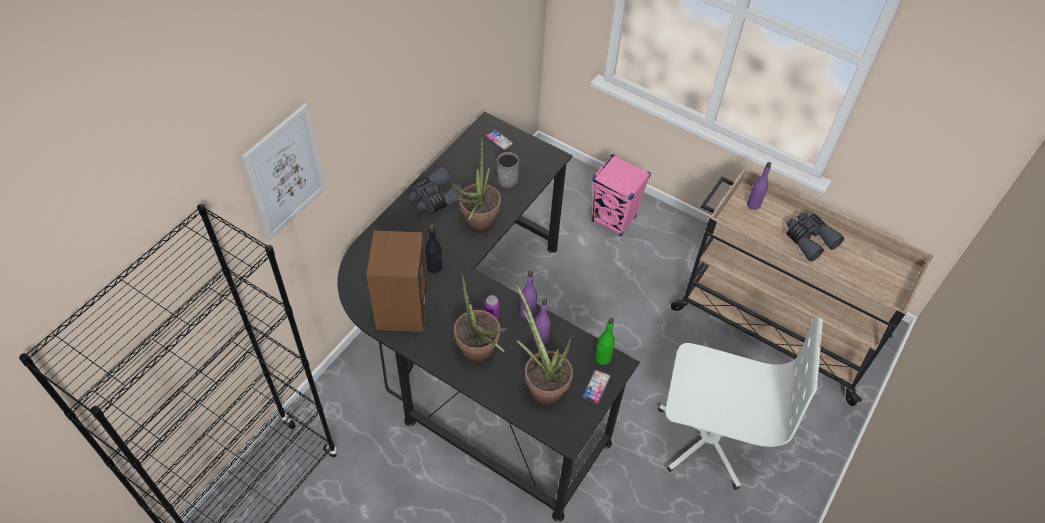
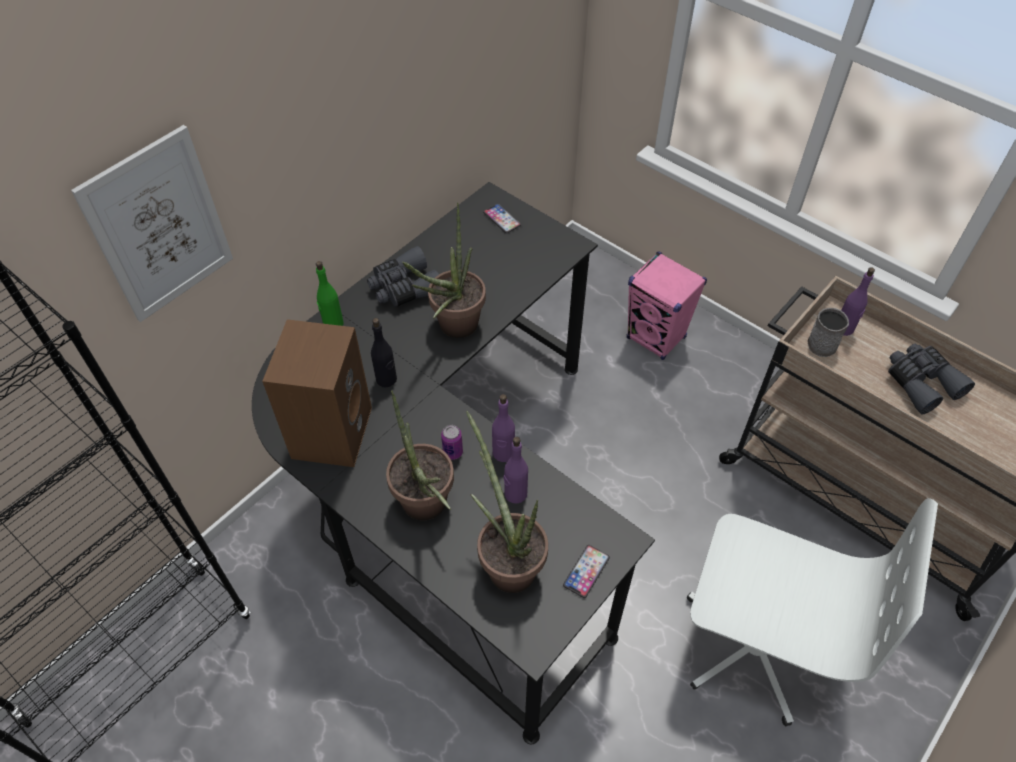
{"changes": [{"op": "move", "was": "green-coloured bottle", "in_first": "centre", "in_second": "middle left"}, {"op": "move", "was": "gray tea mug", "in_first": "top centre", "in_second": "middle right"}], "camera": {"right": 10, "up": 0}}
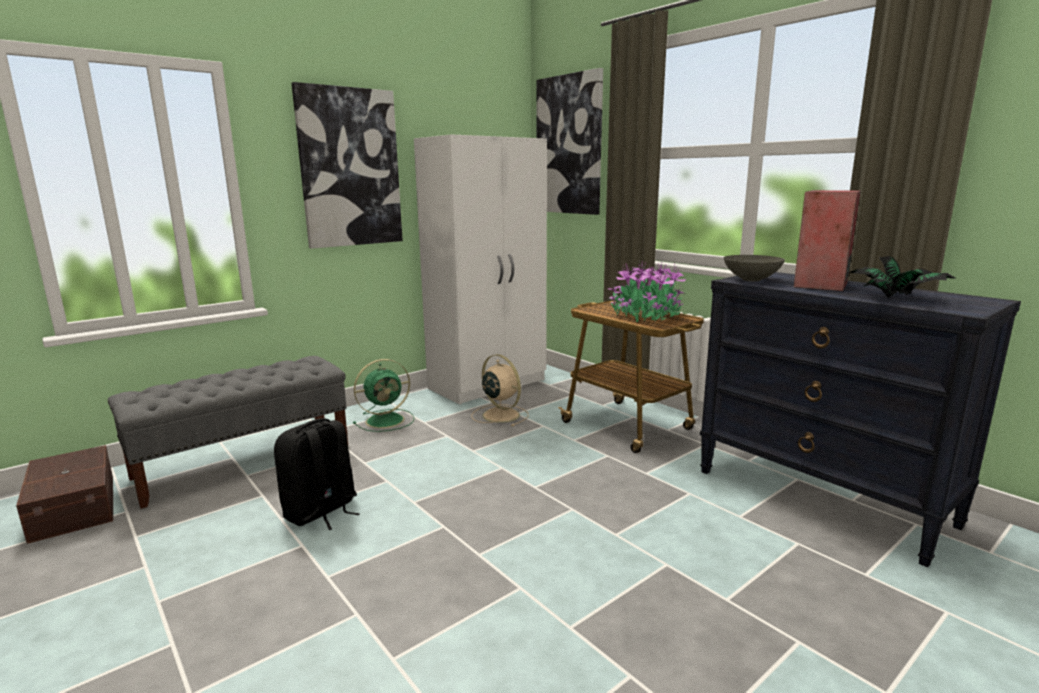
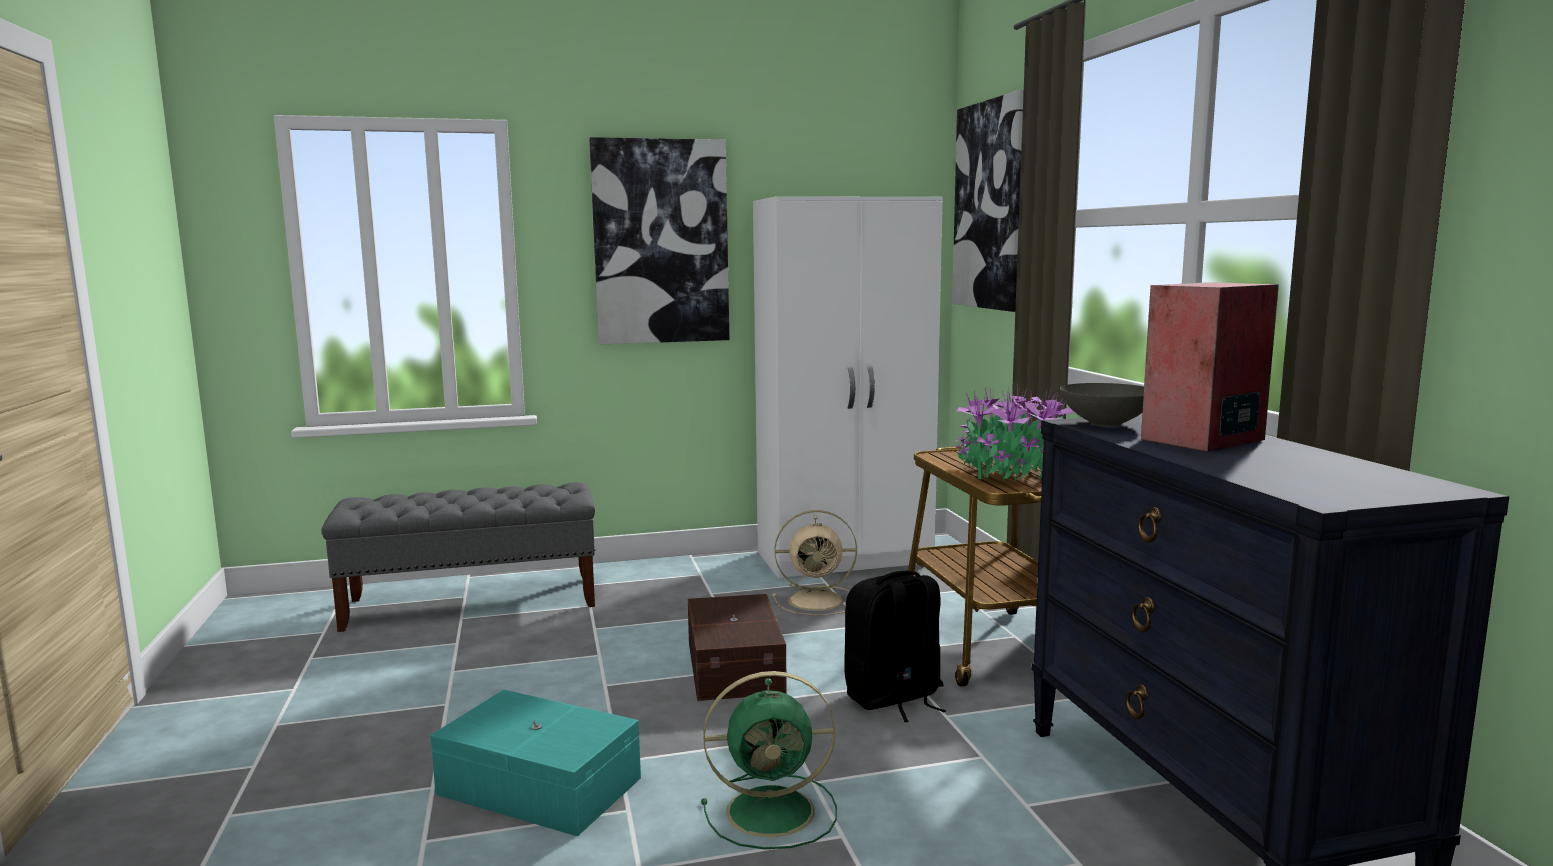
{"changes": [{"op": "insert", "now": "blue-green storage bin", "in_second": "bottom centre"}, {"op": "move", "was": "brown storage bin", "in_first": "bottom left", "in_second": "bottom centre"}, {"op": "move", "was": "green-coloured cooling fan", "in_first": "centre", "in_second": "bottom centre"}, {"op": "rotate", "was": "beige cooling fan", "in_first": "centre", "in_second": "centre", "clockwise": 105}, {"op": "move", "was": "black-coloured knapsack", "in_first": "bottom left", "in_second": "bottom centre"}, {"op": "delete", "was": "houseplant (2nd from left)", "in_first": "middle right"}], "camera": {"right": 25, "up": -5}}
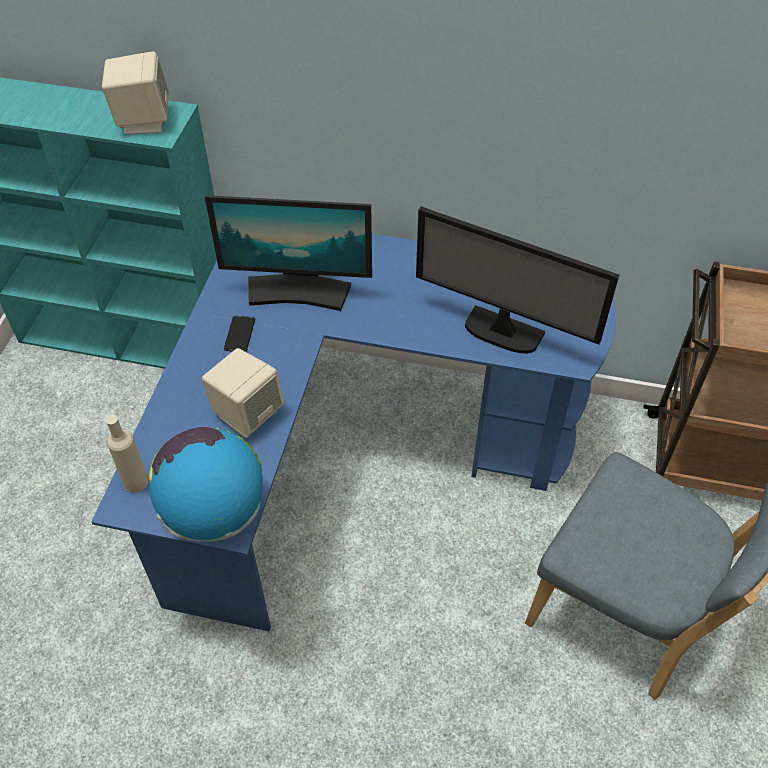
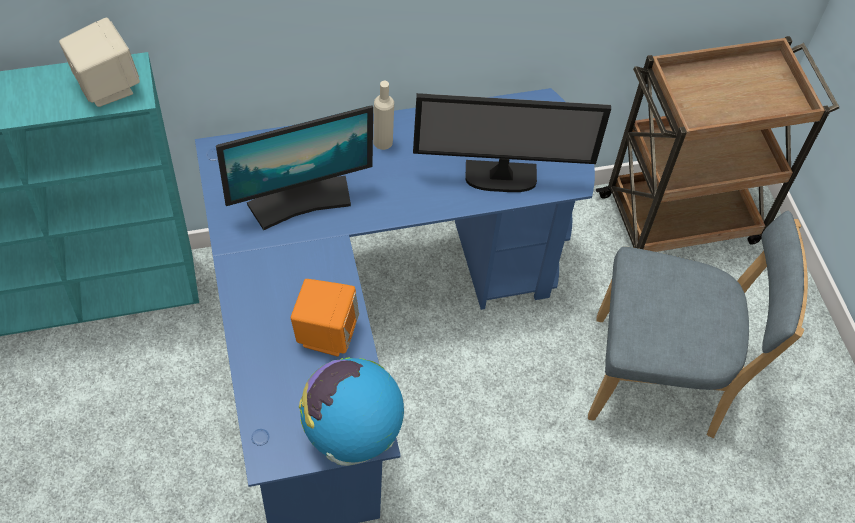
{"changes": [{"op": "recolor", "was": "beige loudspeaker (2nd from left)", "now": "orangey loudspeaker", "in_first": "middle left", "in_second": "centre"}, {"op": "move", "was": "beige bottle", "in_first": "middle left", "in_second": "top centre"}, {"op": "delete", "was": "handset", "in_first": "middle left"}], "camera": {"right": -30, "up": 5}}
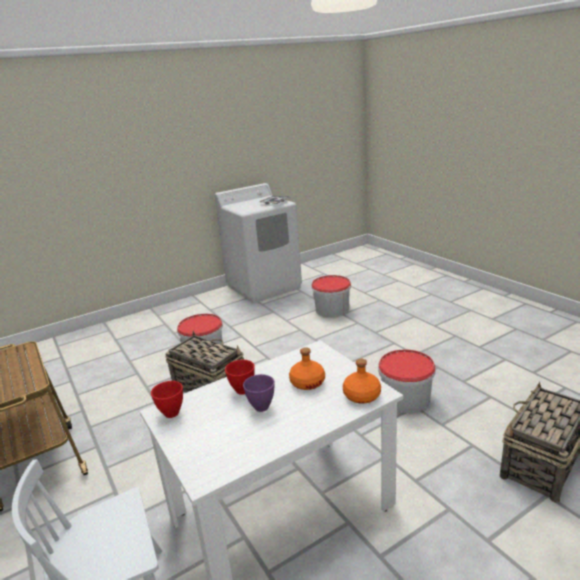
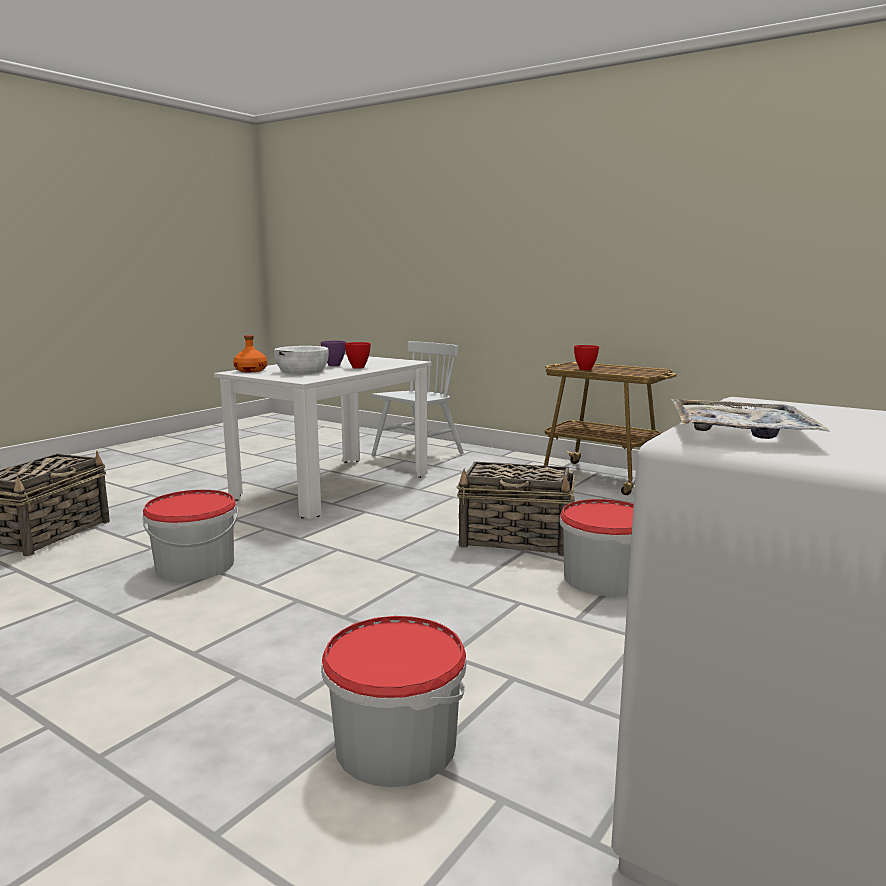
{"changes": [{"op": "replace", "was": "orangey bottle (1st from left)", "now": "whitish bowl", "in_first": "centre", "in_second": "centre"}, {"op": "move", "was": "red bowl (1st from left in the first image)", "now": "red bowl (2nd from left)", "in_first": "bottom left", "in_second": "centre"}], "camera": {"right": 155, "up": -10}}
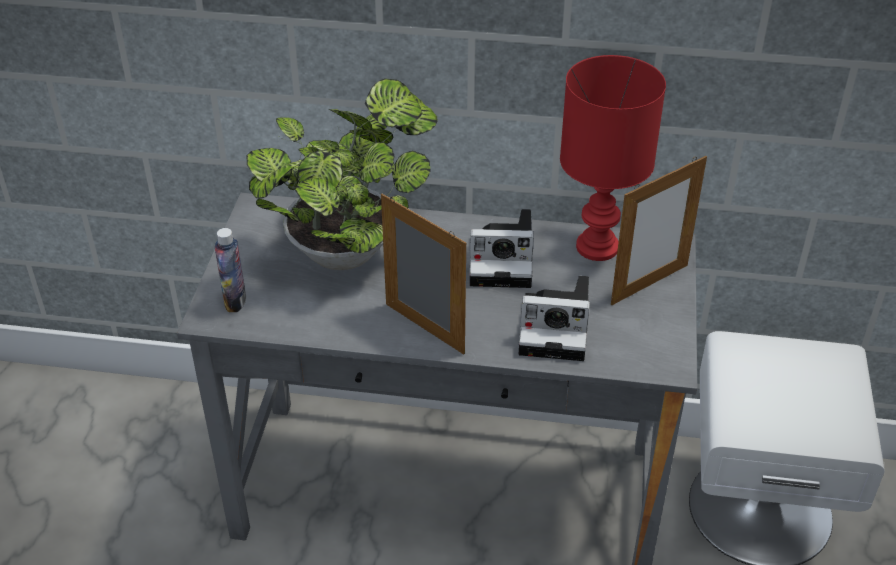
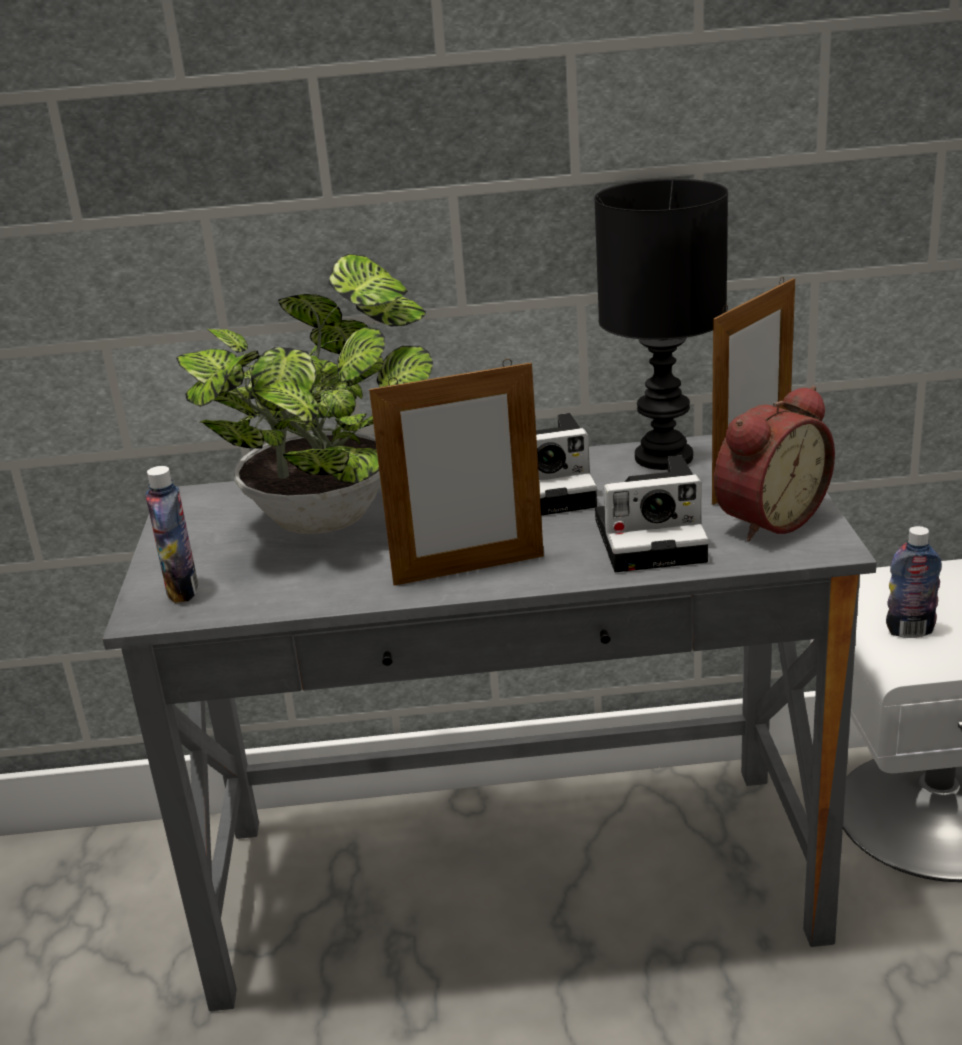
{"changes": [{"op": "rotate", "was": "photo frame (1st from left)", "in_first": "centre", "in_second": "centre", "clockwise": 135}, {"op": "recolor", "was": "red lamp for a table", "now": "black-coloured lamp for a table", "in_first": "top right", "in_second": "top right"}, {"op": "insert", "now": "table clock", "in_second": "middle right"}, {"op": "insert", "now": "bottle (2nd from left)", "in_second": "middle right"}], "camera": {"right": -10, "up": -15}}
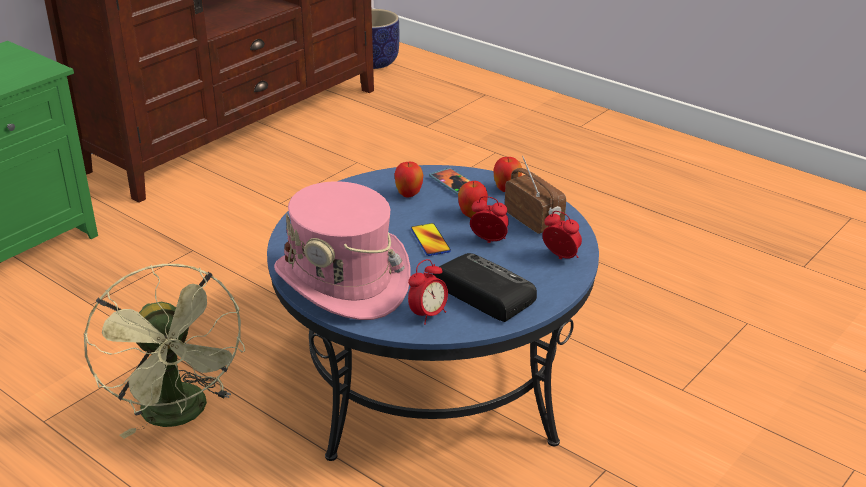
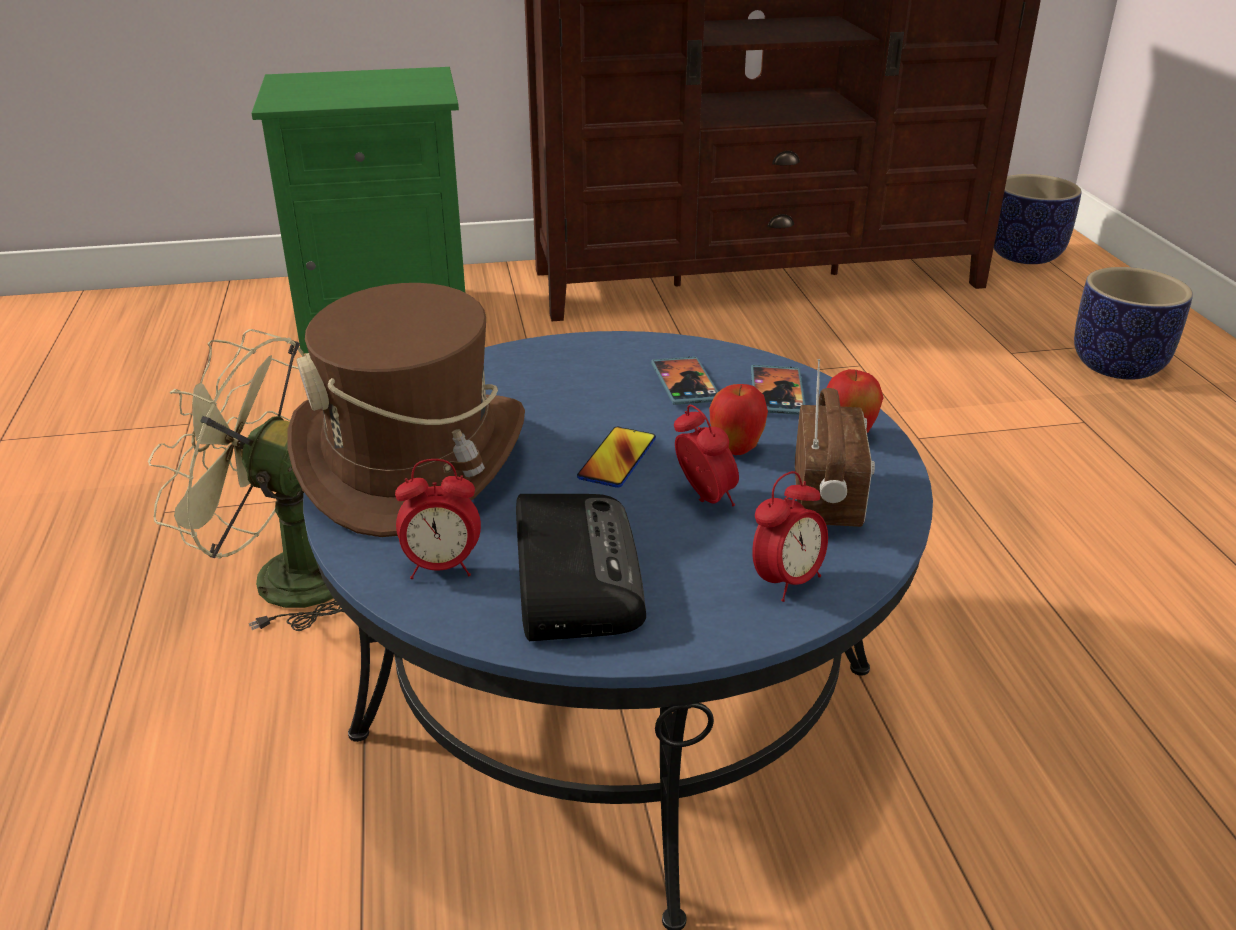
{"changes": [{"op": "rotate", "was": "green-coloured cooling fan", "in_first": "bottom left", "in_second": "middle left", "clockwise": 90}, {"op": "recolor", "was": "pinkish clothing hat", "now": "brown clothing hat", "in_first": "centre", "in_second": "middle left"}, {"op": "replace", "was": "whole apple (1st from left)", "now": "handset (2nd from left)", "in_first": "centre", "in_second": "centre"}, {"op": "rotate", "was": "table clock (3rd from left)", "in_first": "centre", "in_second": "centre", "clockwise": 60}, {"op": "insert", "now": "plant pot (2nd from left)", "in_second": "middle right"}], "camera": {"right": 40, "up": 0}}
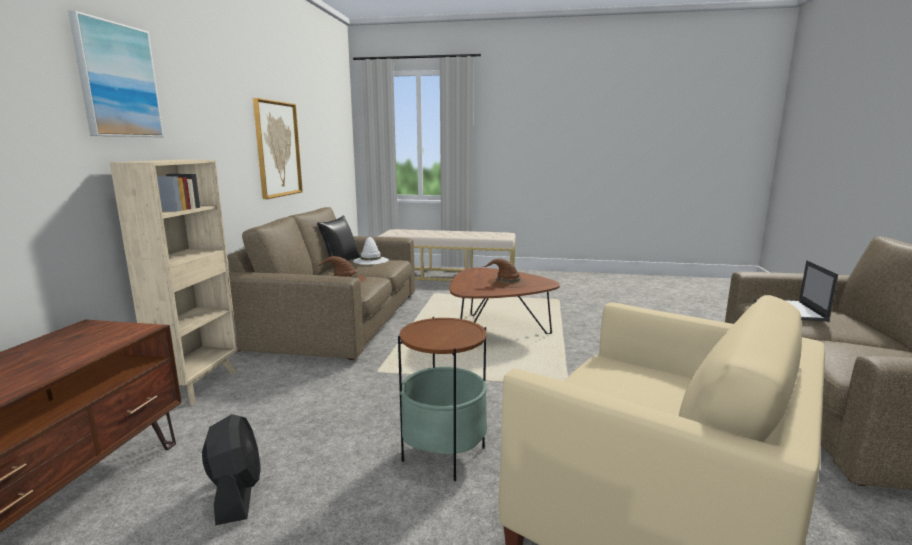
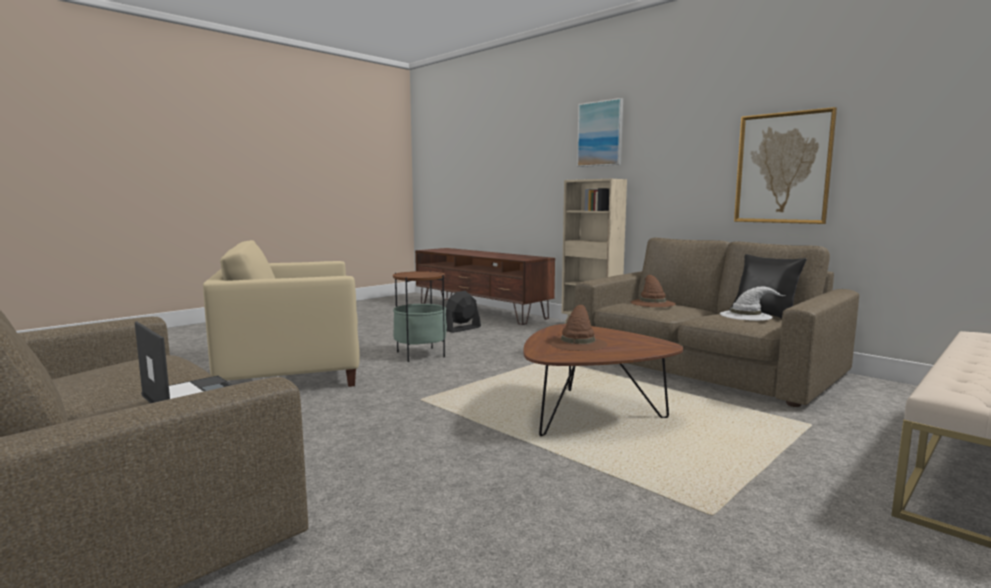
{"changes": [{"op": "rotate", "was": "black-coloured cooling fan", "in_first": "bottom left", "in_second": "centre", "clockwise": 120}], "camera": {"right": 125, "up": -5}}
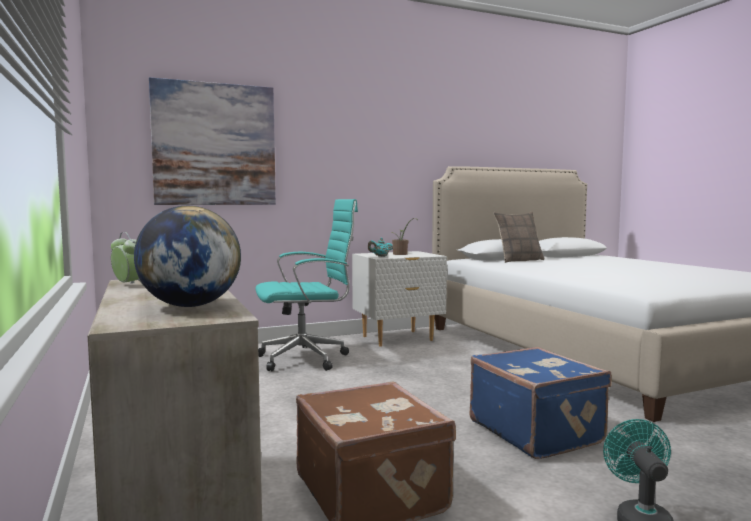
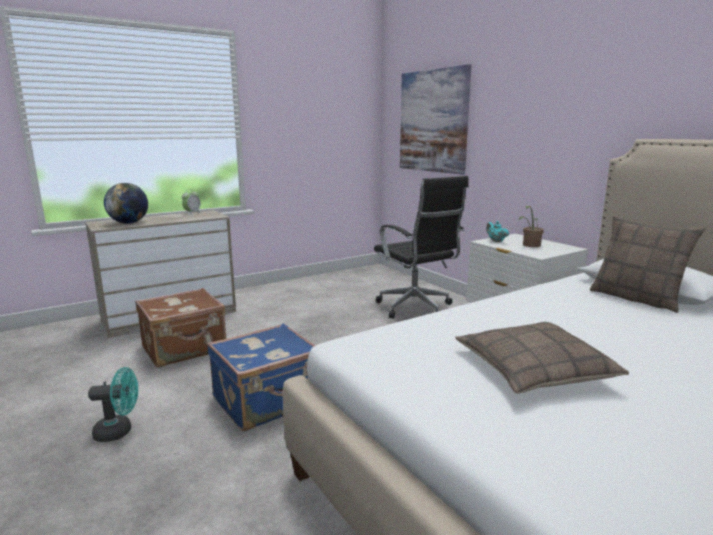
{"changes": [{"op": "recolor", "was": "blue-green office chair", "now": "black-coloured office chair", "in_first": "centre", "in_second": "centre"}, {"op": "insert", "now": "pillow (1st from left)", "in_second": "bottom right"}], "camera": {"right": 80, "up": 10}}
